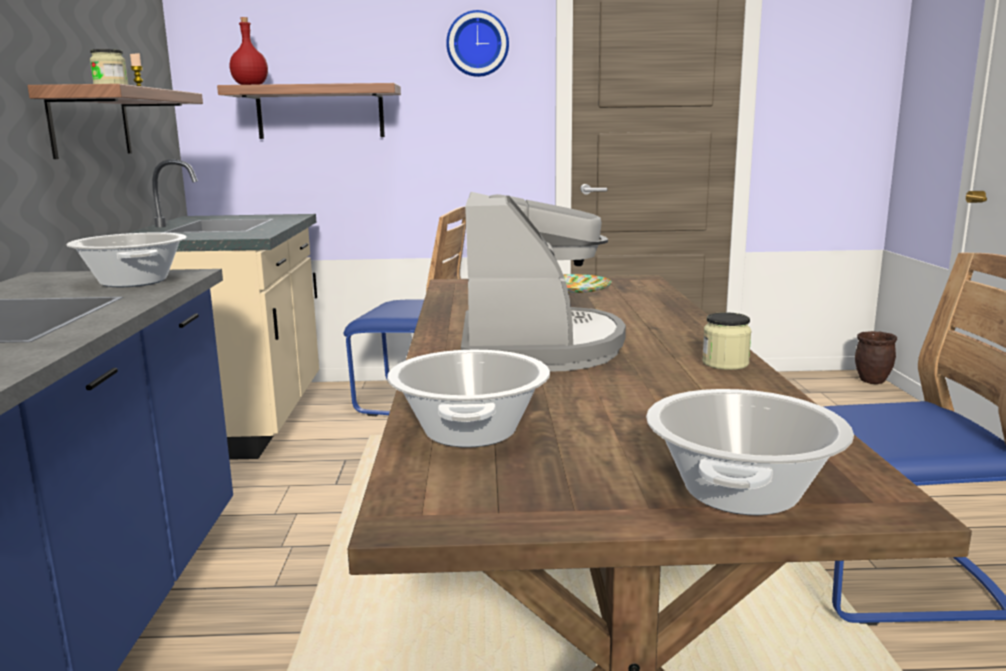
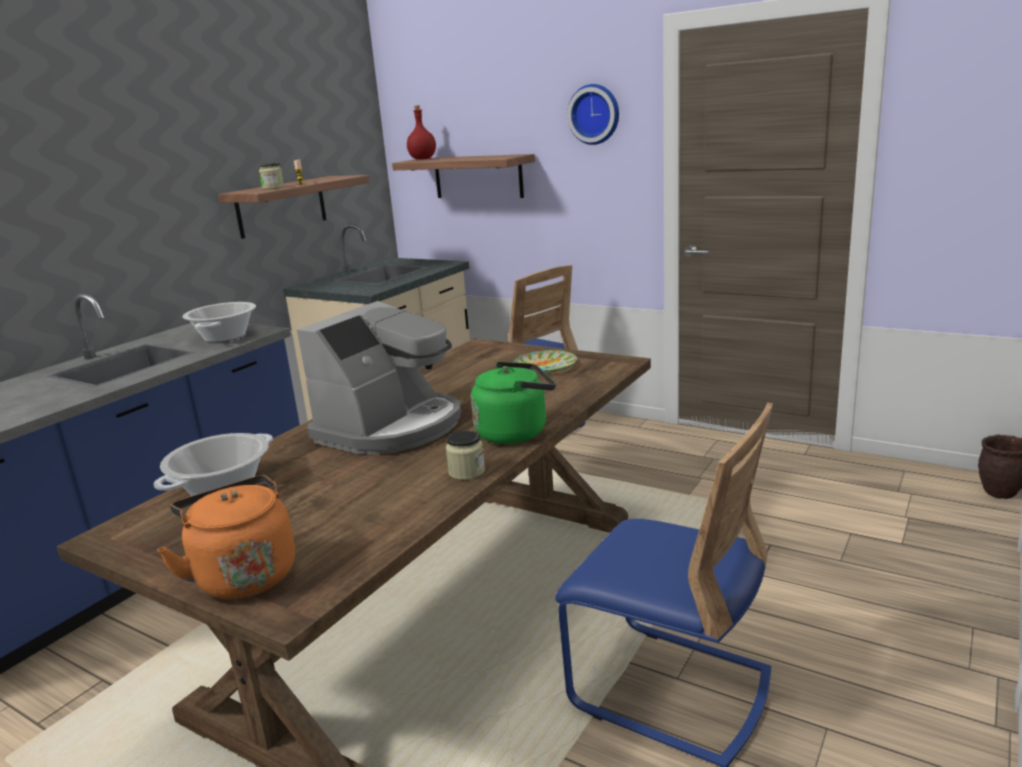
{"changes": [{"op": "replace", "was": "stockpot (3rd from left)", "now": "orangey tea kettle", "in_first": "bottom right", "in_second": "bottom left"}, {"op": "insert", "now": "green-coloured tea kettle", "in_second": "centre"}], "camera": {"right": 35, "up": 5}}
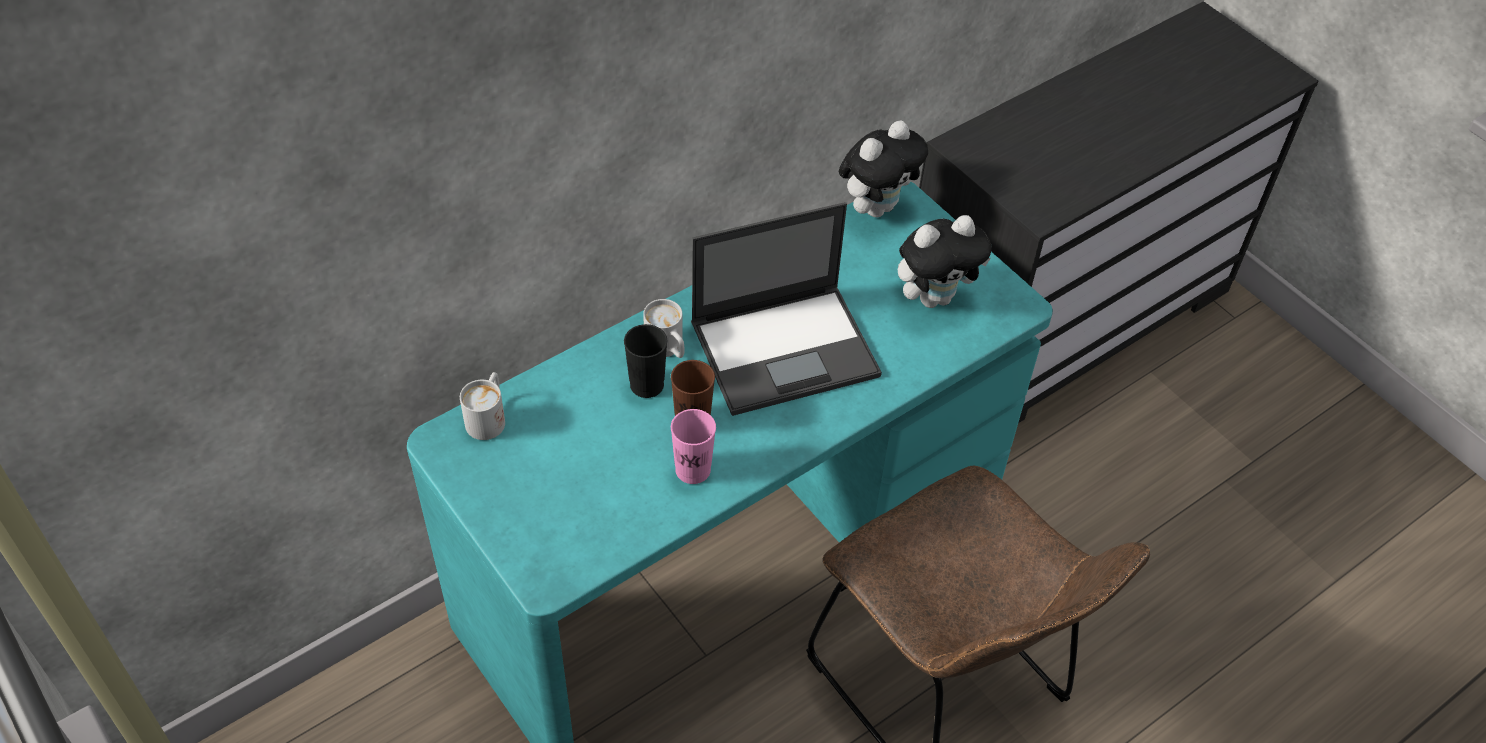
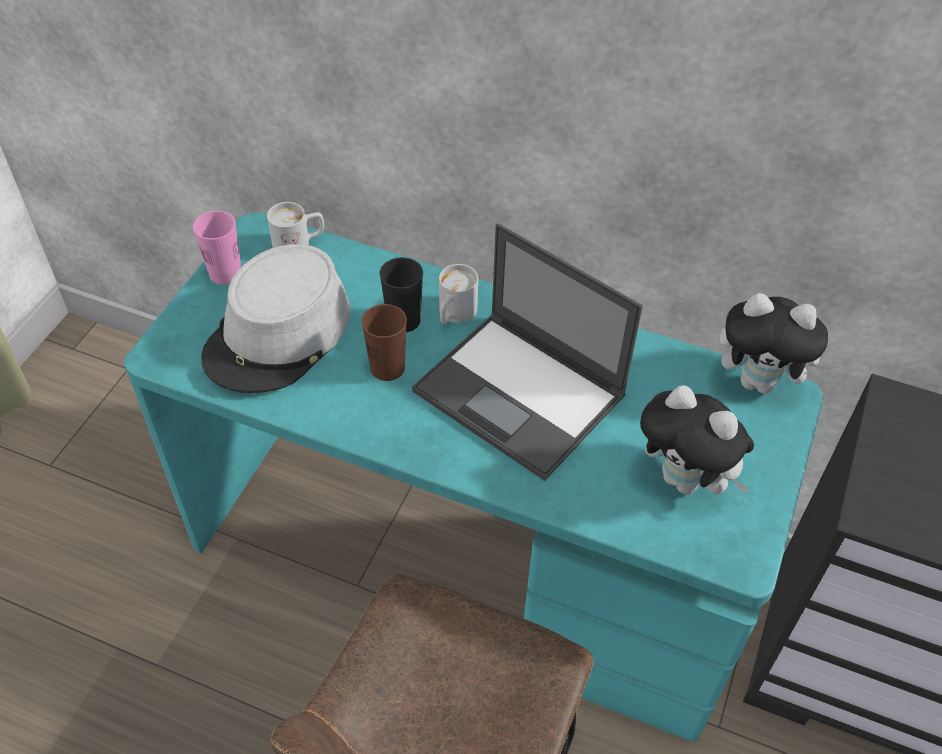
{"changes": [{"op": "move", "was": "pinkish cup", "in_first": "centre", "in_second": "top left"}, {"op": "insert", "now": "gray clothing hat", "in_second": "middle left"}], "camera": {"right": 60, "up": 0}}
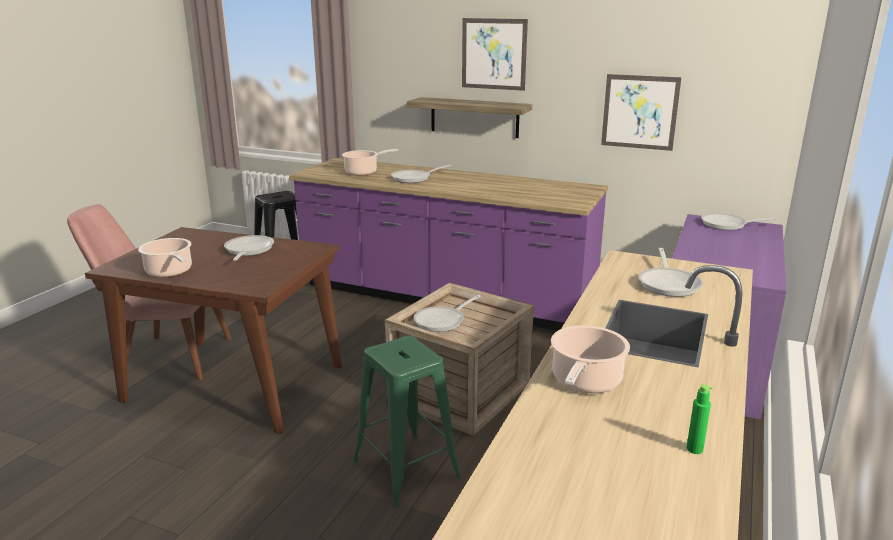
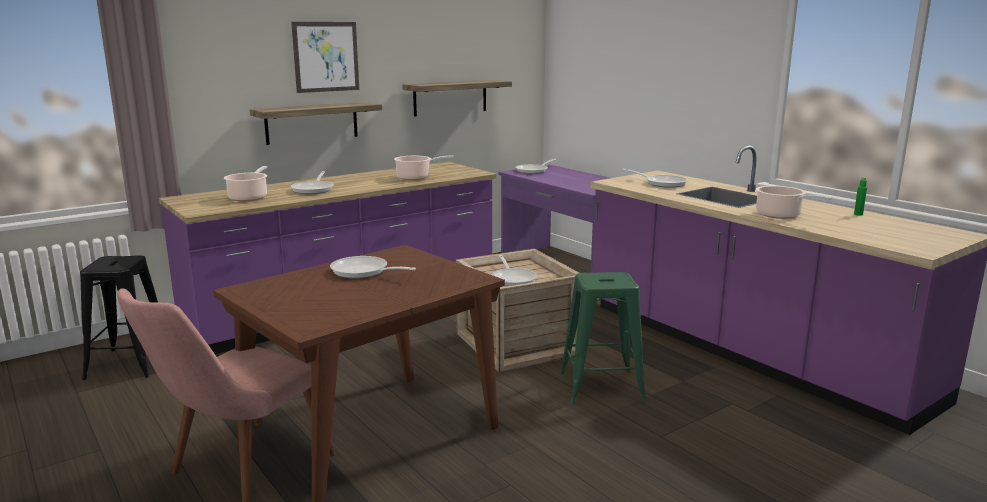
{"changes": [{"op": "move", "was": "stockpot (1st from left in the first image)", "now": "stockpot (2nd from left)", "in_first": "middle left", "in_second": "centre"}, {"op": "replace", "was": "wall art (2nd from left)", "now": "bracket shelf (2nd from left)", "in_first": "top right", "in_second": "top centre"}], "camera": {"right": -60, "up": -5}}
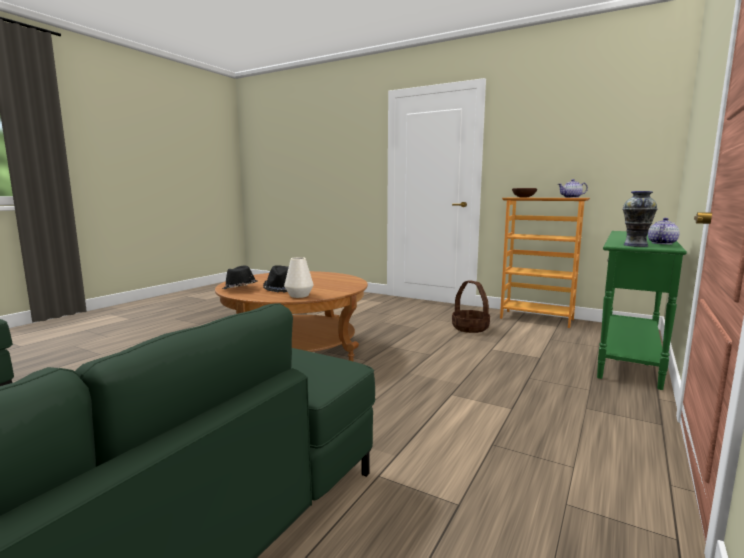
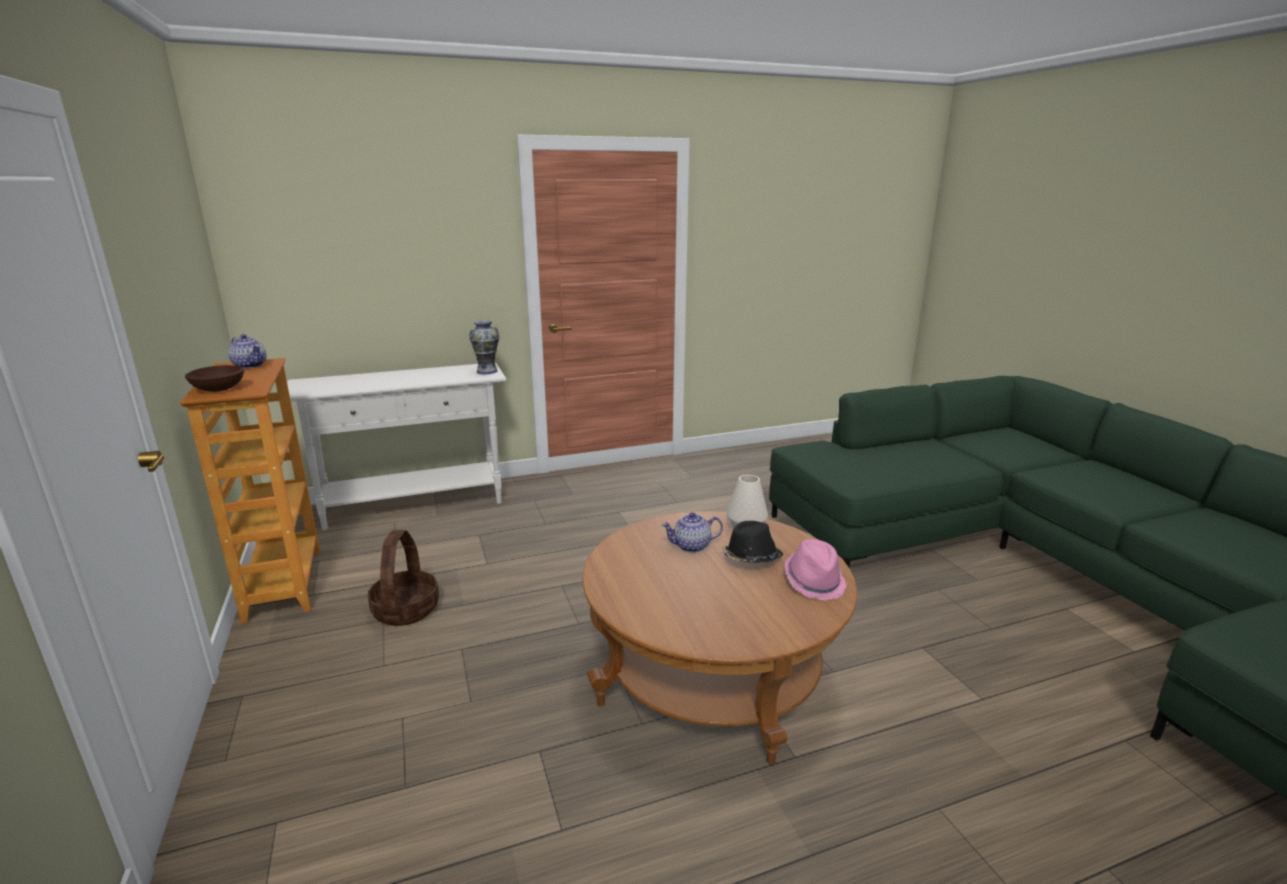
{"changes": [{"op": "recolor", "was": "green-coloured narrow table", "now": "whitish narrow table", "in_first": "middle right", "in_second": "middle left"}, {"op": "move", "was": "pot for tea (2nd from left)", "in_first": "middle right", "in_second": "centre"}, {"op": "recolor", "was": "black-coloured clothing hat (1st from left)", "now": "pinkish clothing hat", "in_first": "middle left", "in_second": "centre"}], "camera": {"right": -140, "up": 10}}
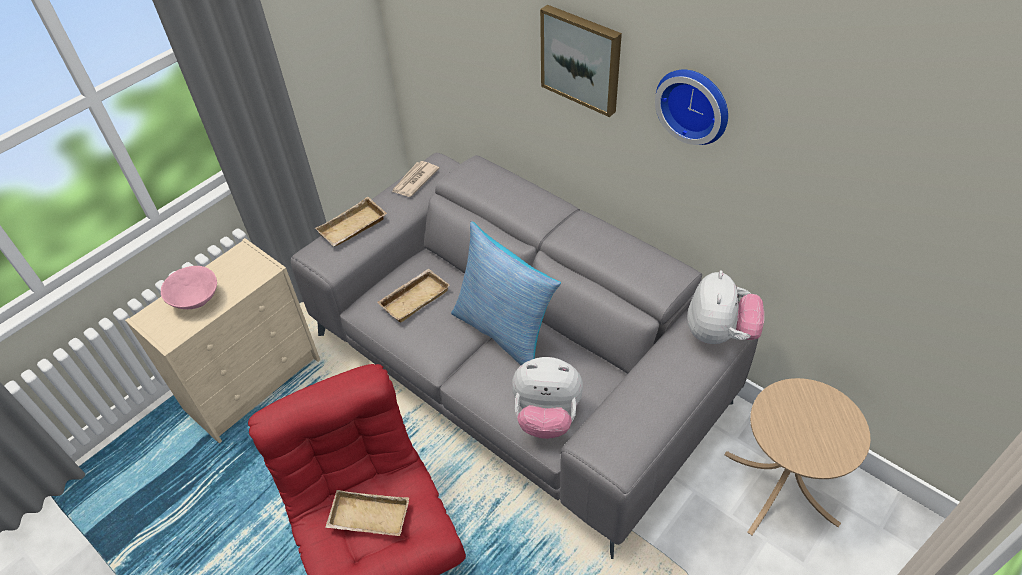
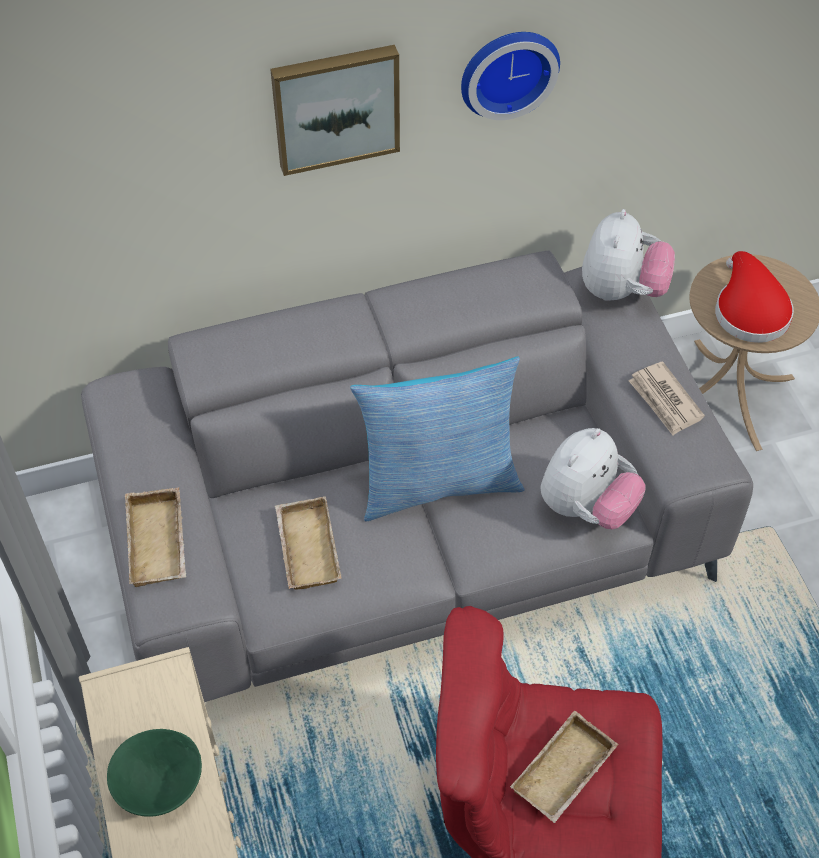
{"changes": [{"op": "recolor", "was": "pinkish bowl", "now": "green-coloured bowl", "in_first": "middle left", "in_second": "bottom left"}, {"op": "rotate", "was": "plush toy (2nd from left)", "in_first": "middle right", "in_second": "top right", "clockwise": 60}, {"op": "move", "was": "printed paper", "in_first": "top centre", "in_second": "middle right"}, {"op": "insert", "now": "red clothing hat", "in_second": "middle right"}], "camera": {"right": -60, "up": 5}}
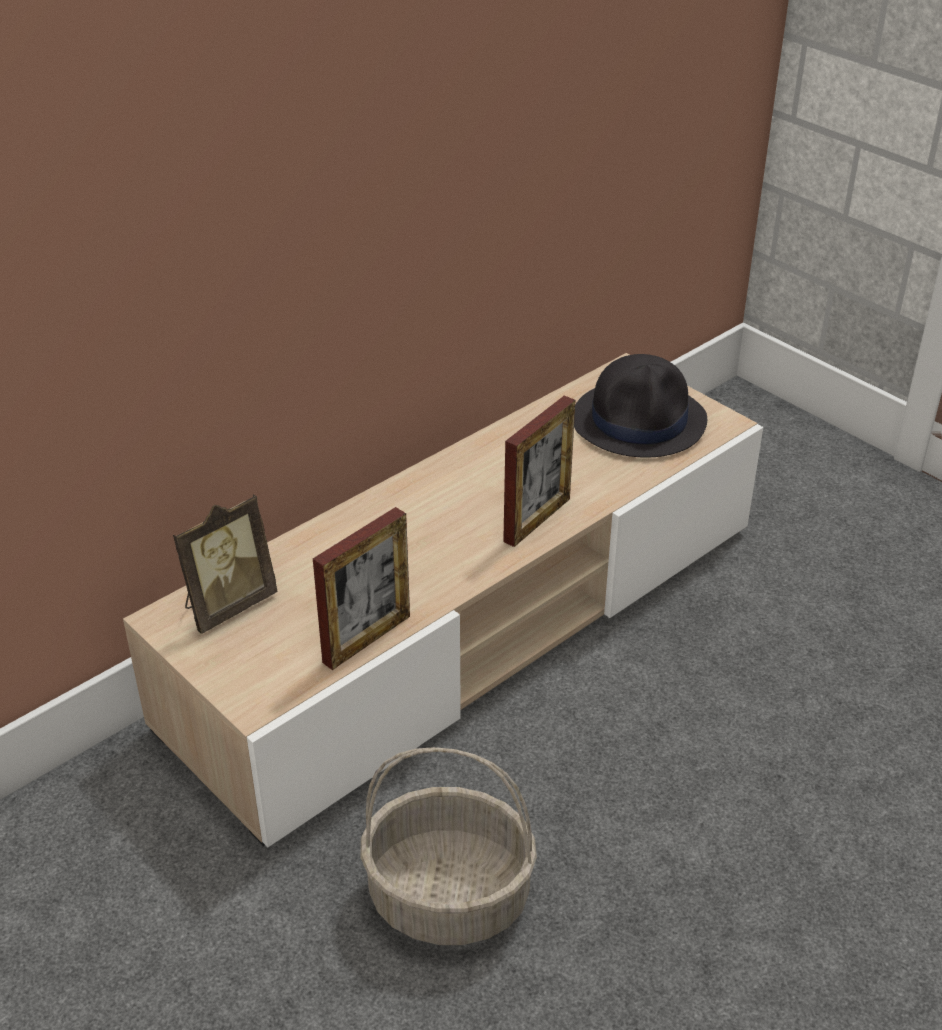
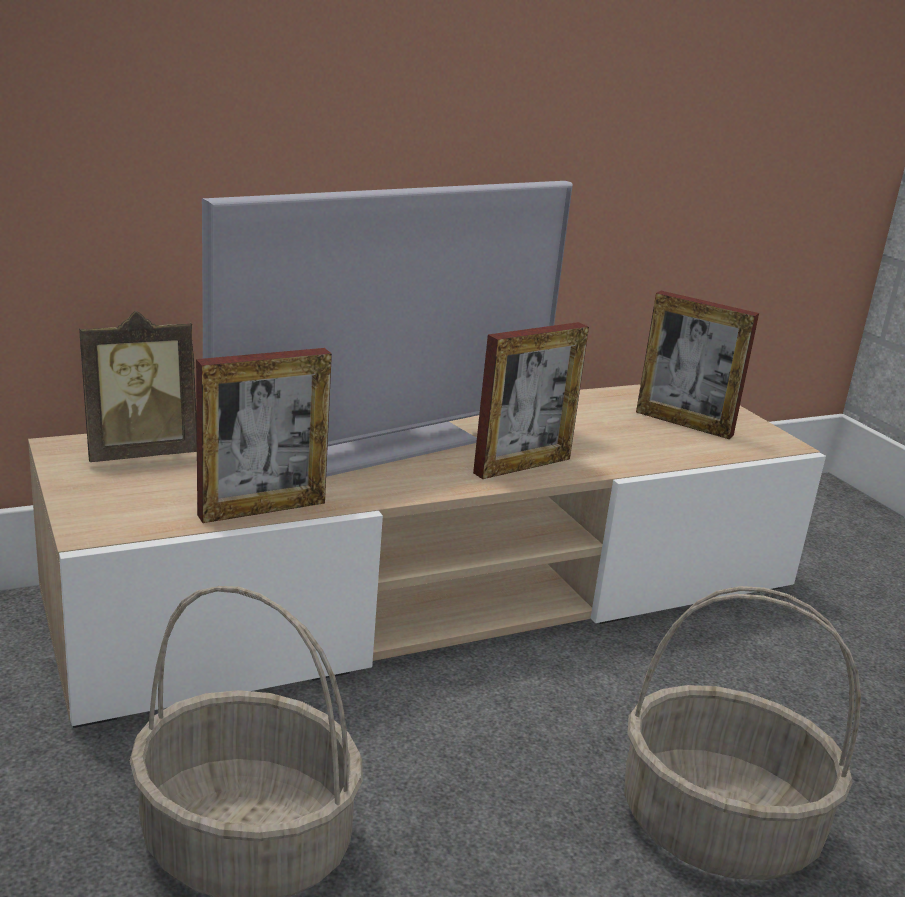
{"changes": [{"op": "insert", "now": "TV set", "in_second": "centre"}, {"op": "insert", "now": "household basket (2nd from left)", "in_second": "bottom right"}, {"op": "replace", "was": "black-coloured clothing hat", "now": "photo frame (4th from left)", "in_first": "middle right", "in_second": "middle right"}], "camera": {"right": 15, "up": -15}}
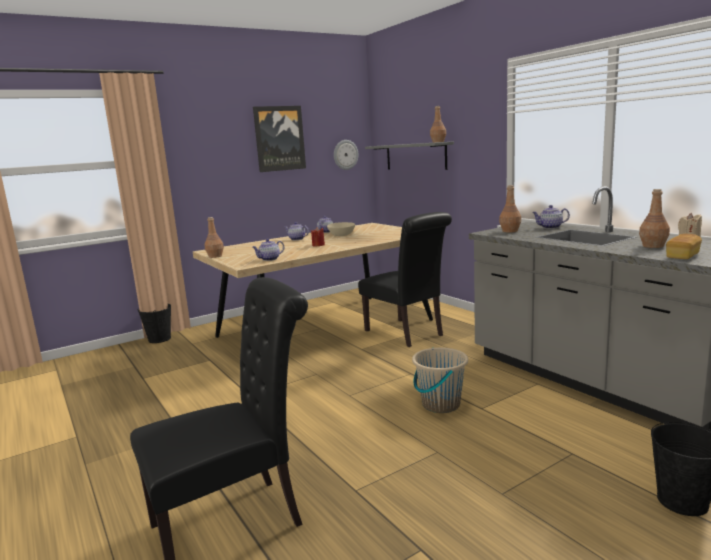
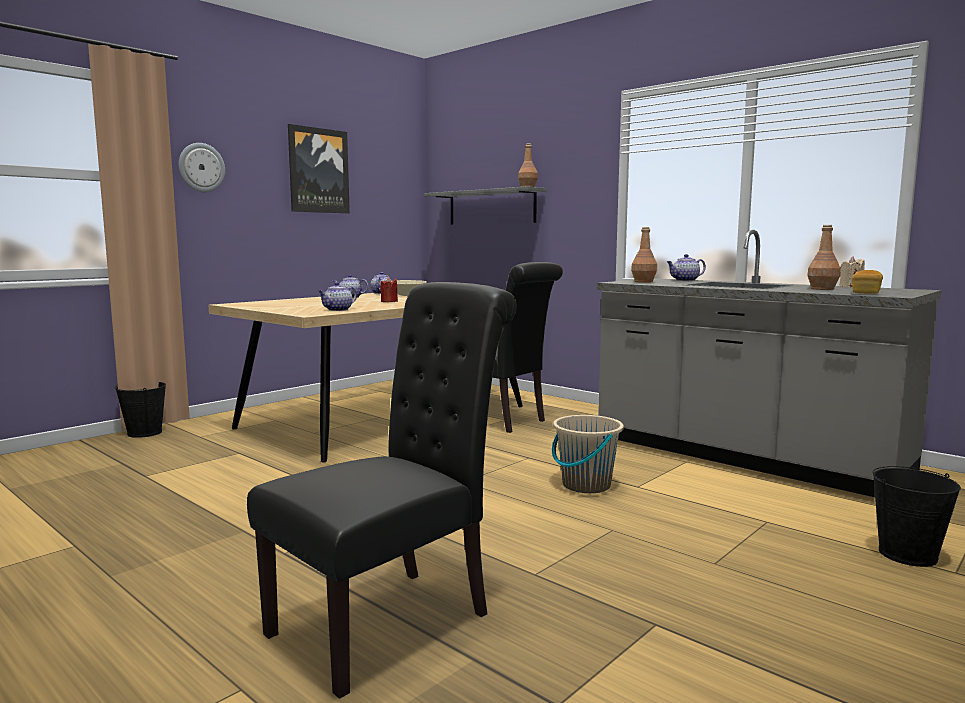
{"changes": [{"op": "move", "was": "hanging clock", "in_first": "top centre", "in_second": "top left"}, {"op": "delete", "was": "brown bottle (1st from left)", "in_first": "middle left"}], "camera": {"right": -15, "up": -5}}
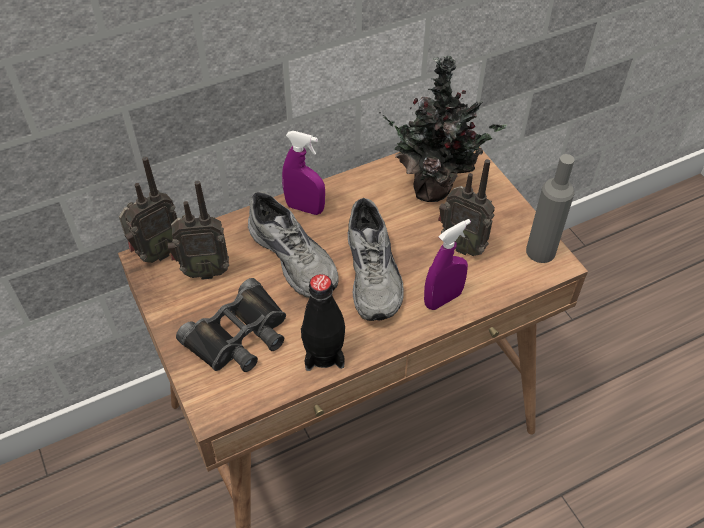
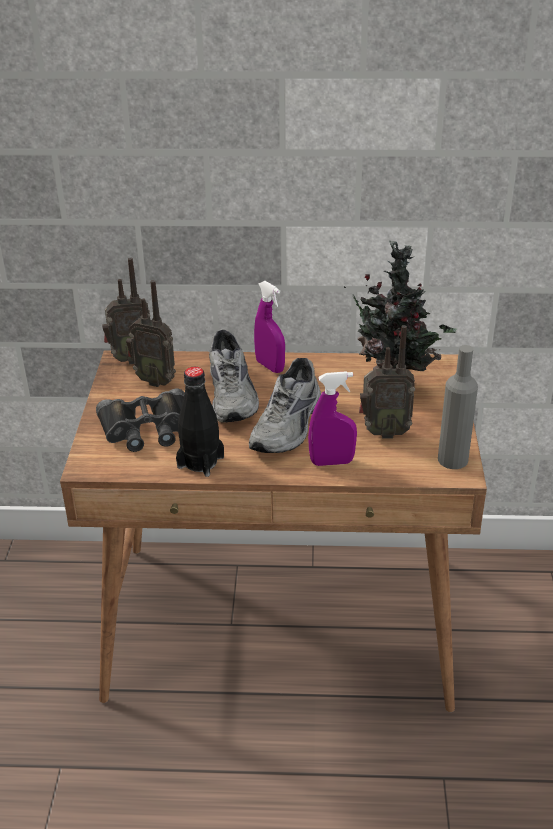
{"changes": [{"op": "rotate", "was": "radio receiver (3rd from left)", "in_first": "centre", "in_second": "middle right", "clockwise": -60}], "camera": {"right": 30, "up": -15}}
